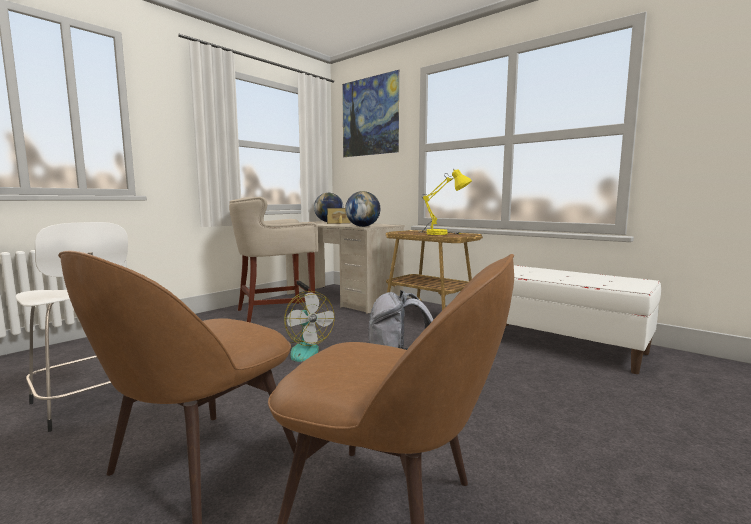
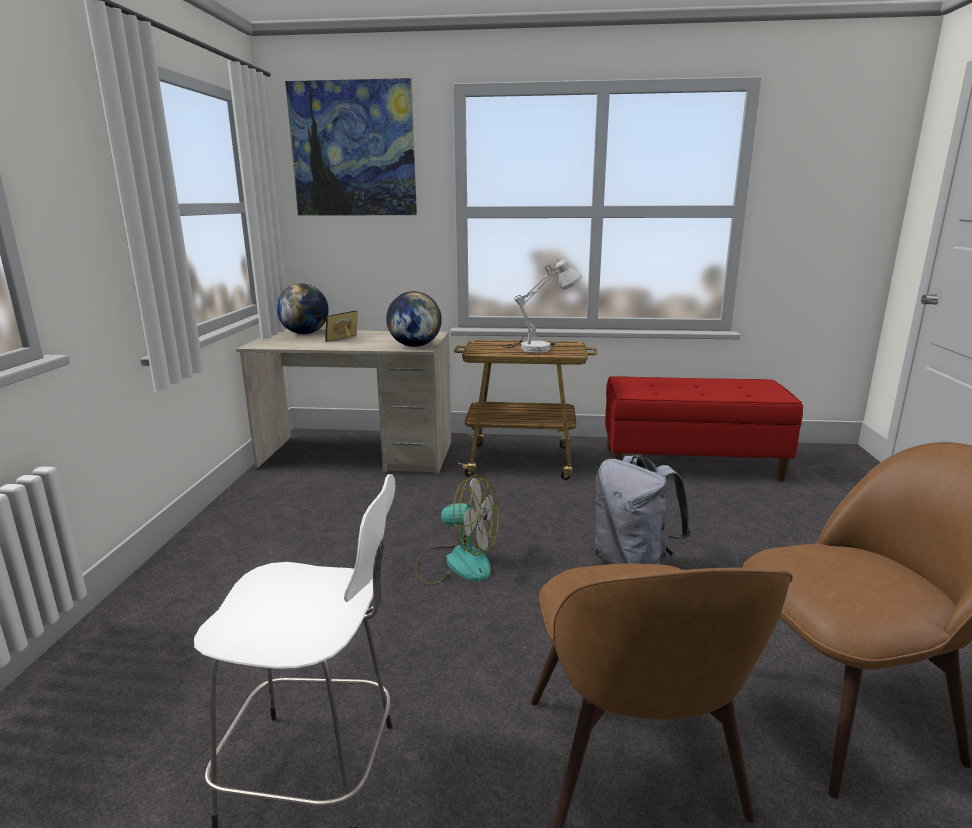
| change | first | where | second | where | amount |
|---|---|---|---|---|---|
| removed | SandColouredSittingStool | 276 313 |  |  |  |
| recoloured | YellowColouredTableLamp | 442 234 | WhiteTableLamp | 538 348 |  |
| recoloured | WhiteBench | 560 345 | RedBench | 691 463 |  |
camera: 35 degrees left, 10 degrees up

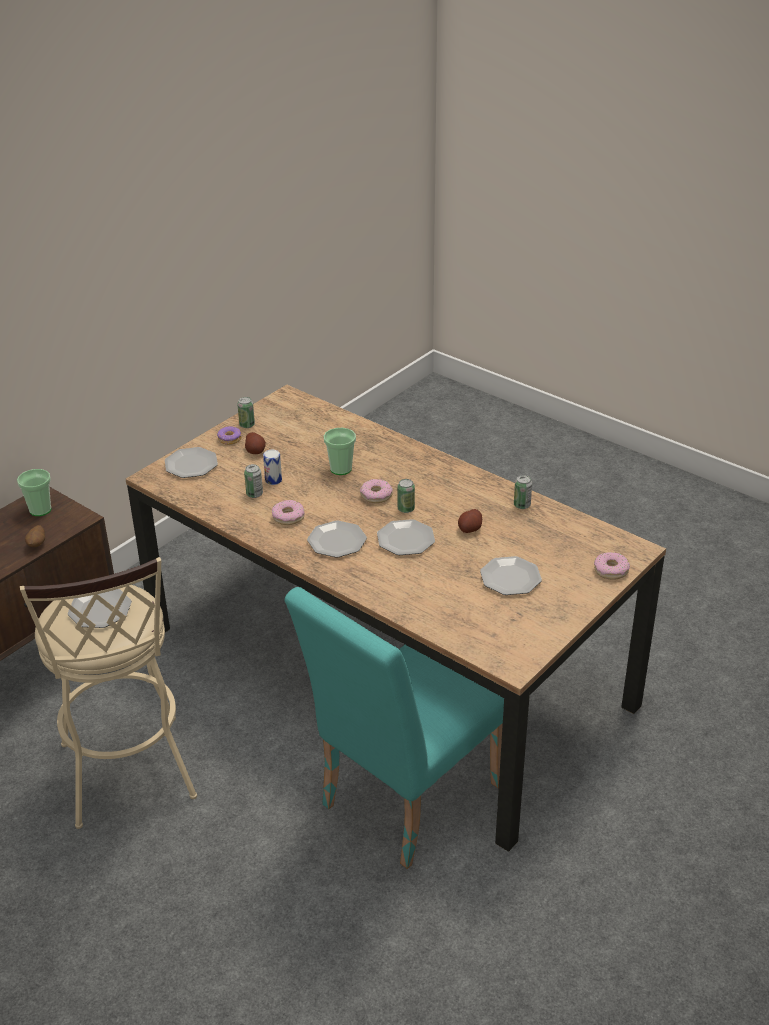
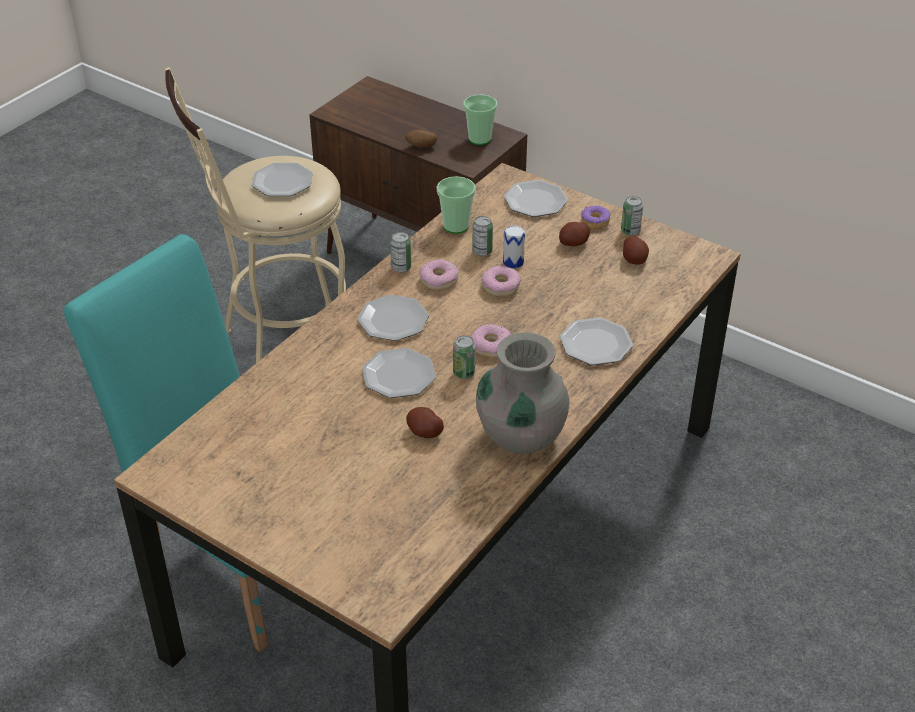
| change | first | where | second | where | amount |
|---|---|---|---|---|---|
| added |  |  | GreyFlowerVase | 521 435 |  |
| added |  |  | Potato | 634 259 |  |
| moved | SmallCup | 341 469 |  | 456 226 |  |
| moved | FlatDish | 511 577 |  | 596 344 |  |
| moved | MetalCan | 522 505 |  | 401 267 |  |
| moved | Donut | 611 570 |  | 500 286 |  |
camera: 85 degrees right, 5 degrees up

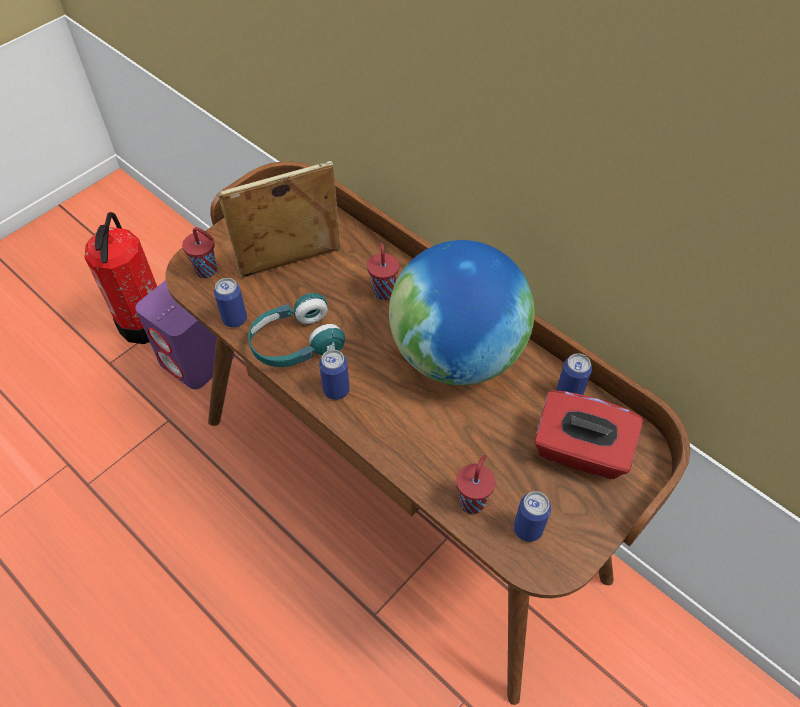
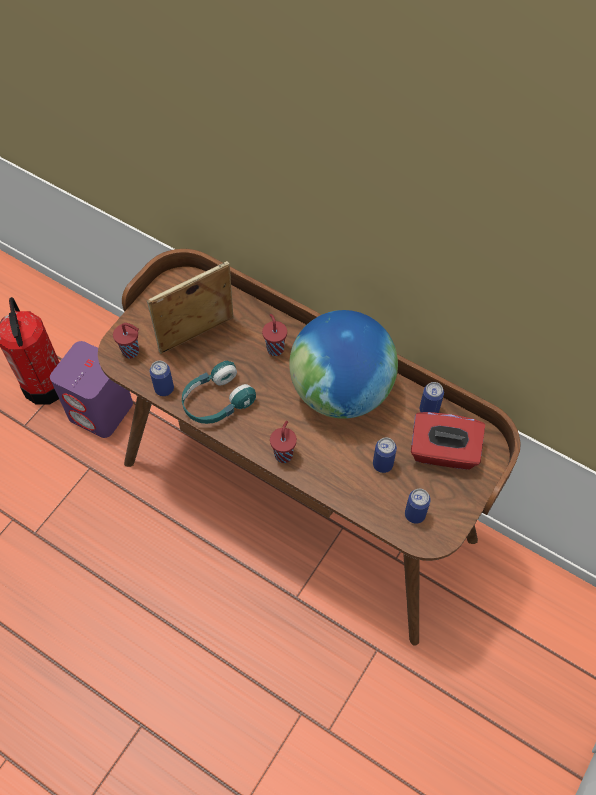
| change | first | where | second | where | amount |
|---|---|---|---|---|---|
| moved | MetalCan | 336 390 |  | 382 464 |  |
| moved | RedSmallCup | 472 501 |  | 284 454 |  |
camera: 10 degrees left, 5 degrees up

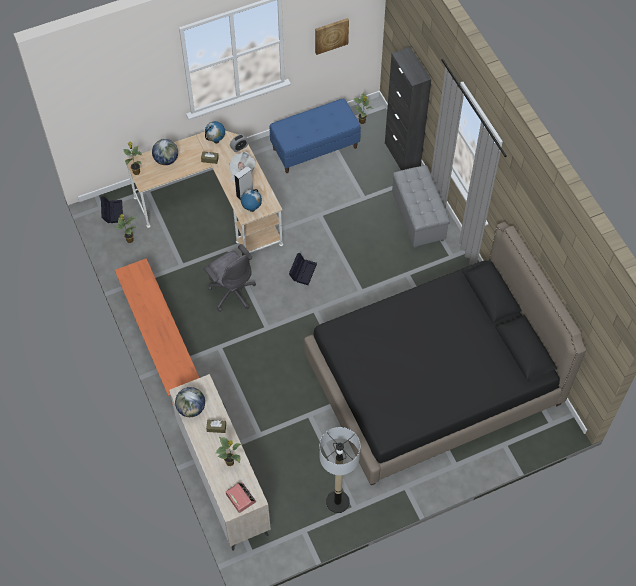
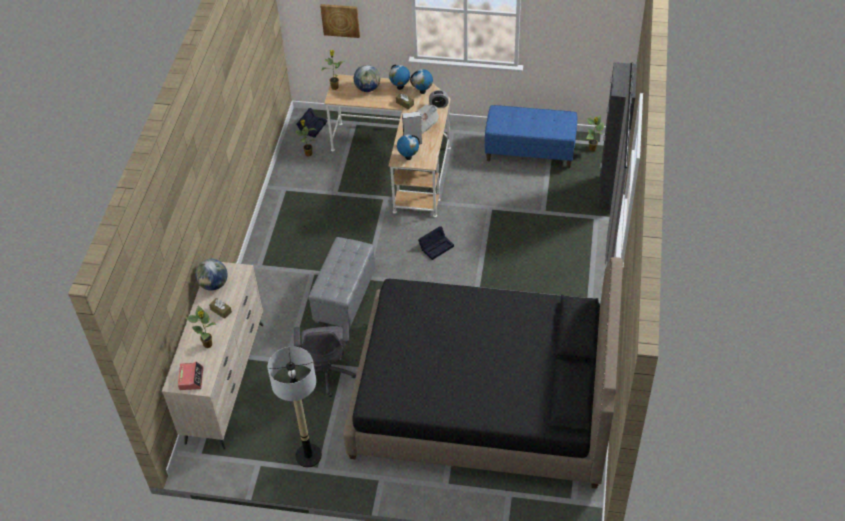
| change | first | where | second | where | amount |
|---|---|---|---|---|---|
| removed | OrangeBench | 161 343 |  |  |  |
| added |  |  | DeskGlobe | 400 87 |  |
| moved | GreyComputerChair | 232 292 |  | 327 373 |  |
| moved | WallArt | 331 35 |  | 340 20 |  |
| moved | GreyFootrest | 418 217 |  | 345 297 |  |
camera: 35 degrees right, 10 degrees down

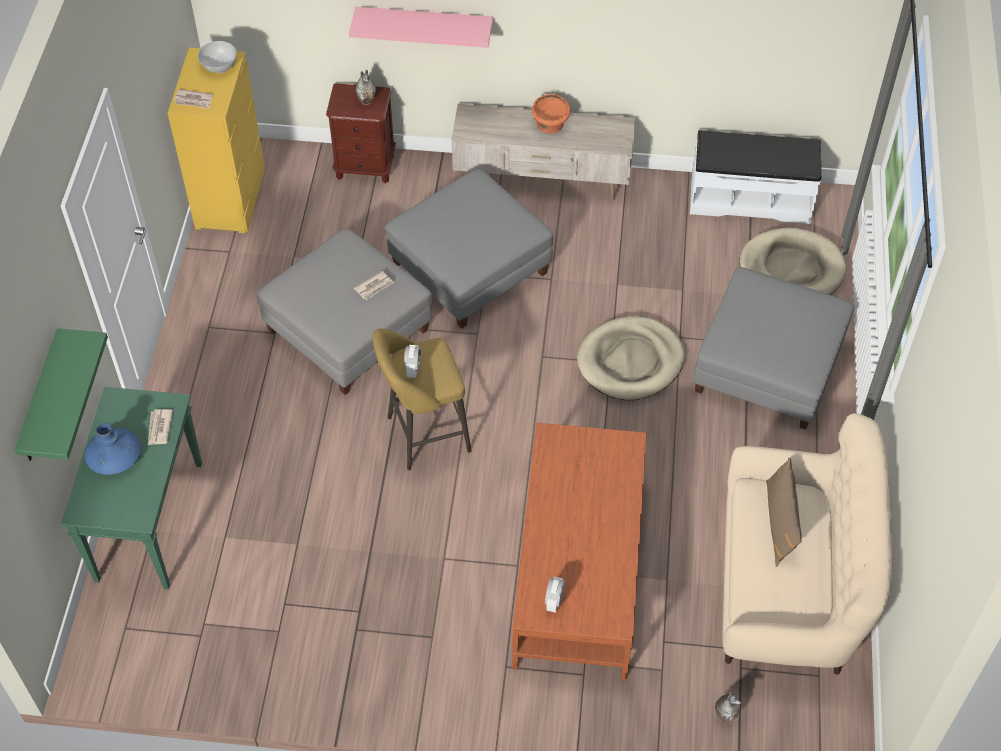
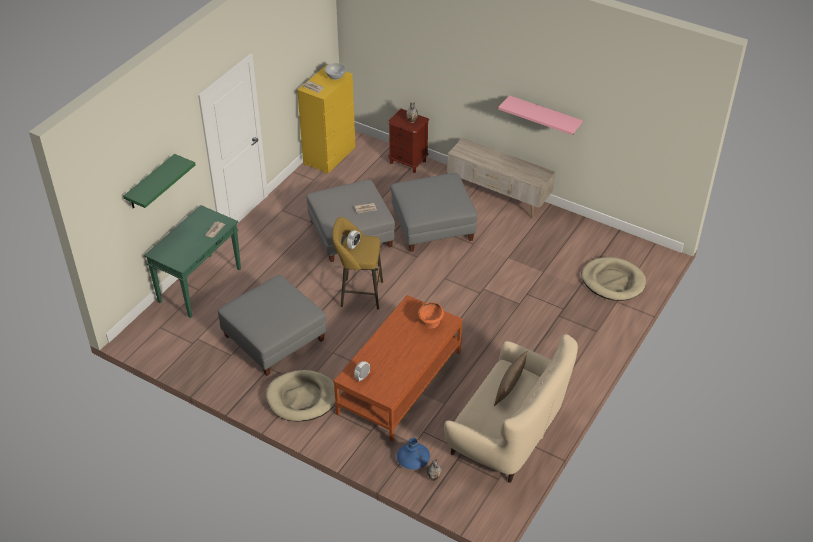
| change | first | where | second | where | amount |
|---|---|---|---|---|---|
| removed | WhiteBench | 750 199 |  |  |  |
| moved | BluishFlowerVase | 115 457 |  | 413 459 |  |
| moved | PinkishWallShelf | 424 24 |  | 544 115 |  |
| moved | OrangeBowl | 550 125 |  | 430 323 |  |
| moved | SandColouredDogCushion | 630 361 |  | 302 398 |  |
| moved | GreyFootrest | 768 368 |  | 274 338 |  |
camera: 25 degrees right, 10 degrees down

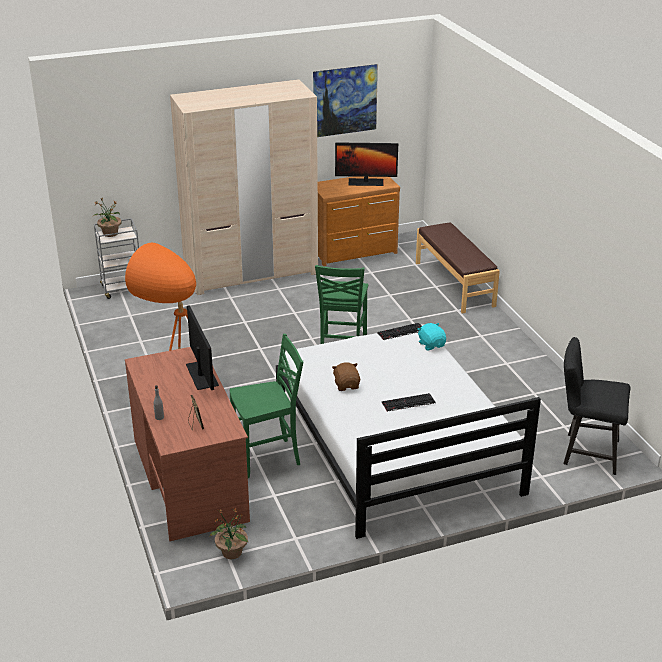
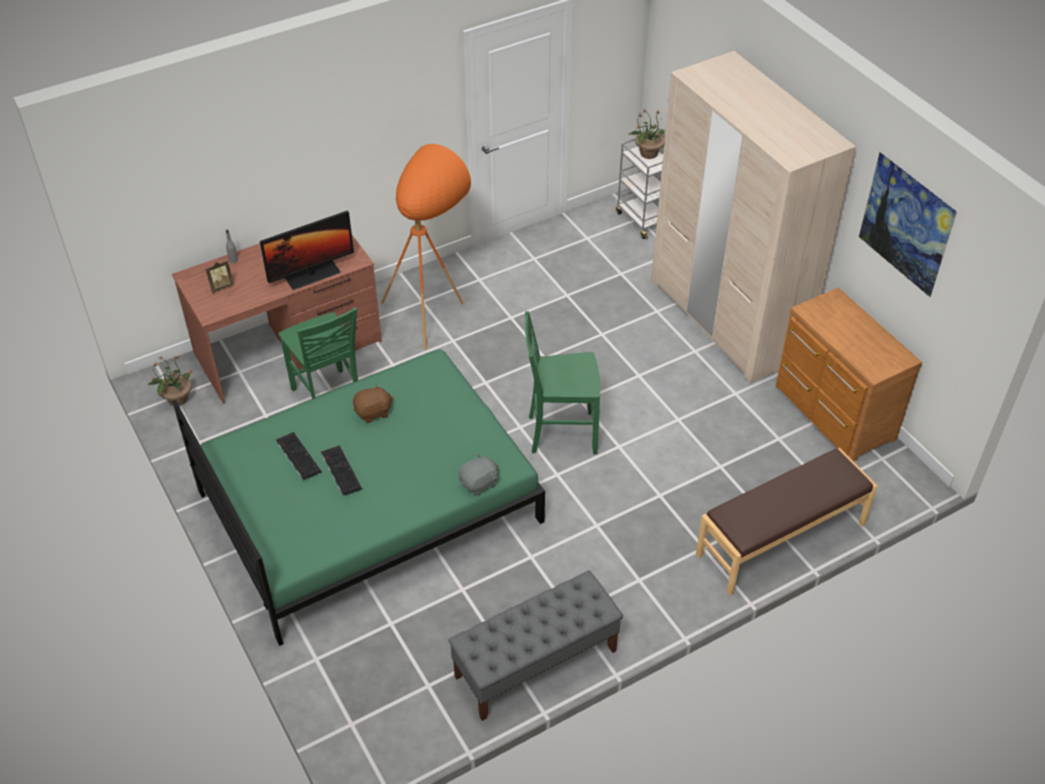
| change | first | where | second | where | amount |
|---|---|---|---|---|---|
| removed | ComputerScreen | 366 182 |  |  |  |
| removed | BlackChair | 586 452 |  |  |  |
| added |  |  | GreyBench | 535 664 |  |
| moved | ComputerKeyboard | 401 332 |  | 297 456 |  |
| recoloured | WhiteBedroomBed | 394 443 | GreenishBedroomBed | 368 506 |  |
| recoloured | TurquoiseColouredSoftToy | 431 345 | GreySoftToy | 479 483 |  |
camera: 80 degrees right, 15 degrees up

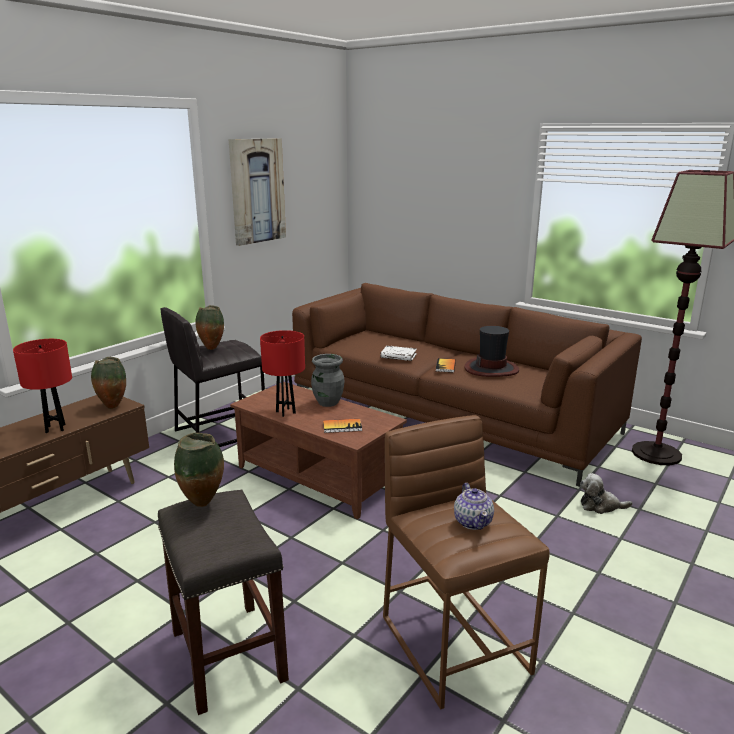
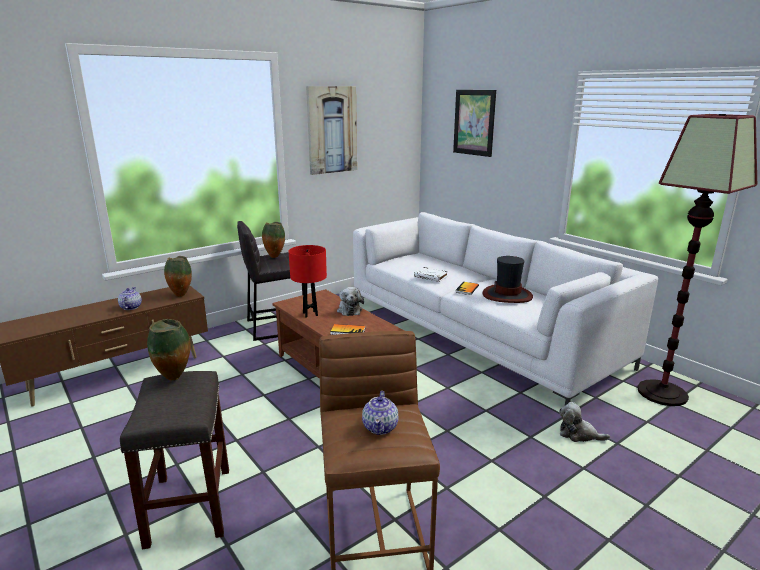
| change | first | where | second | where | amount |
|---|---|---|---|---|---|
| added |  |  | WallArt | 474 122 |  |
| replaced | RedTableLamp | 55 428 | Teapot | 130 307 |  |
| replaced | GreyFlowerVase | 328 402 | SoftToy | 349 310 |  |
| recoloured | BrownSettee | 450 414 | WhiteSettee | 478 332 |  |
camera: 15 degrees right, 0 degrees up

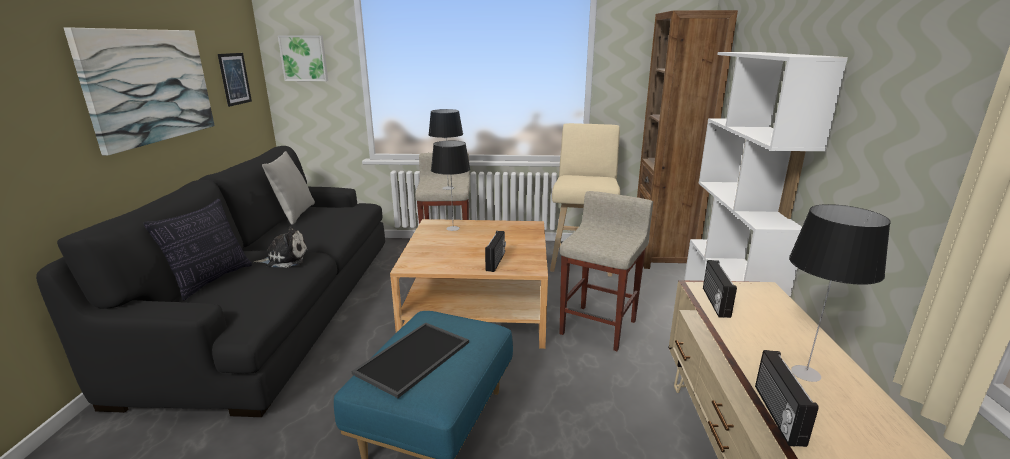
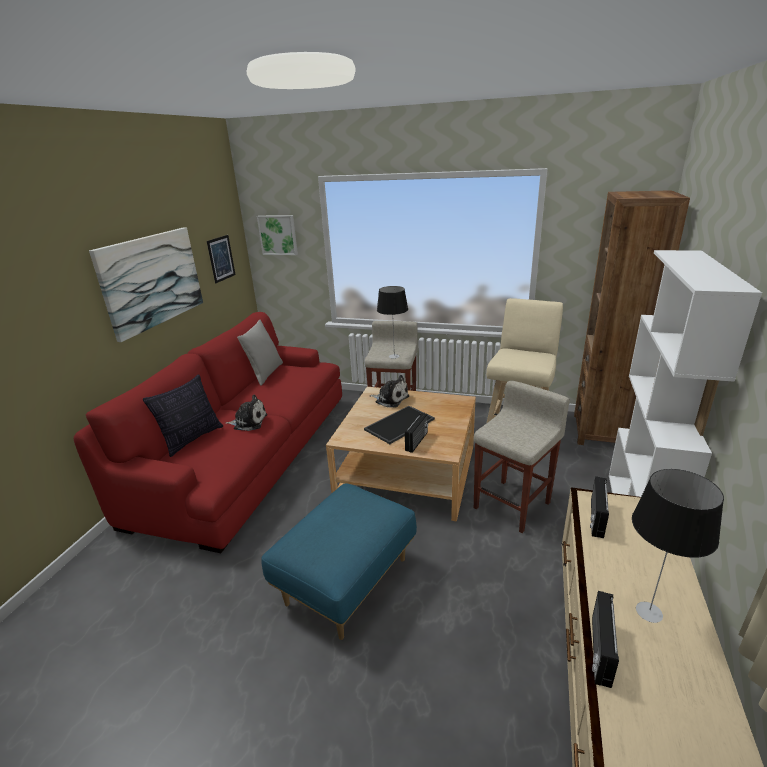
| change | first | where | second | where | amount |
|---|---|---|---|---|---|
| moved | Tray | 413 359 |  | 400 425 |  |
| replaced | TableLamp | 452 228 | SoftToy | 390 399 |  |
| recoloured | BlackSettee | 279 307 | RedSettee | 249 453 |  |
camera: 15 degrees right, 5 degrees up

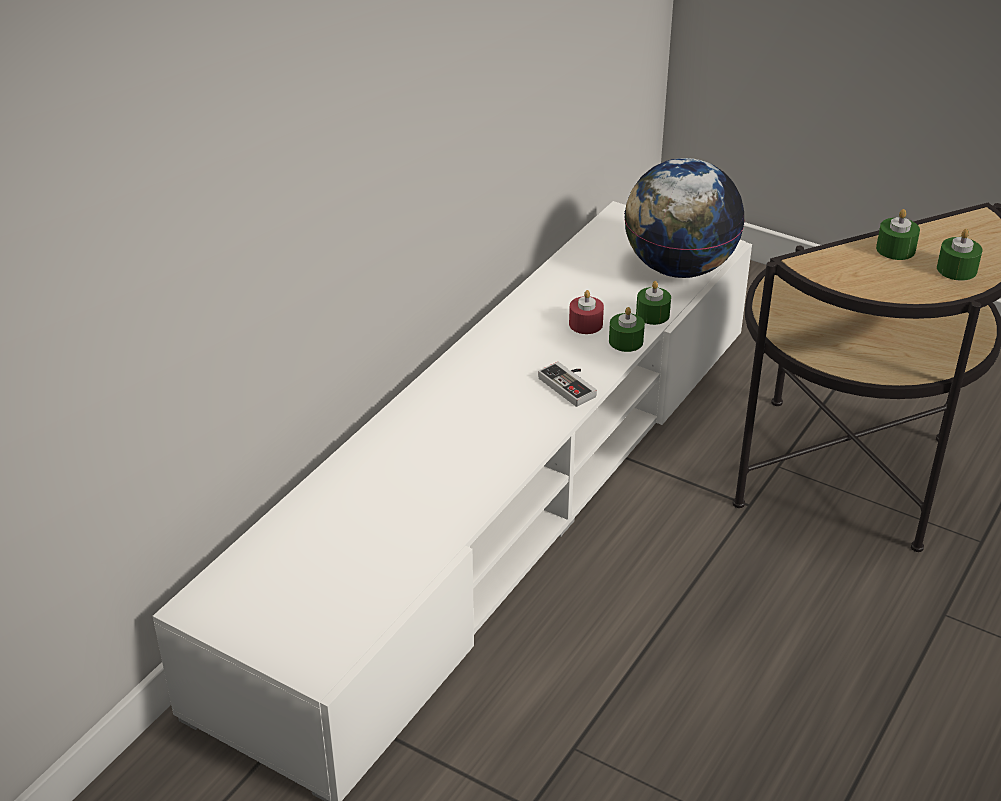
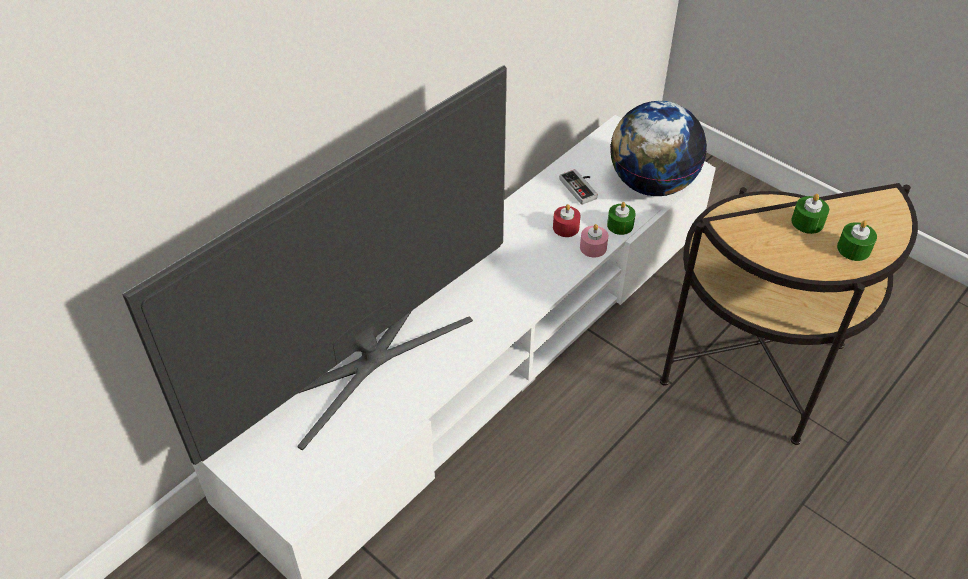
| change | first | where | second | where | amount |
|---|---|---|---|---|---|
| added |  |  | Television | 367 360 |  |
| moved | Joypad | 572 385 |  | 582 187 |  |
| recoloured | GreenishWaxCandle | 626 341 | PinkishWaxCandle | 593 247 |  |
camera: 10 degrees right, 10 degrees up

